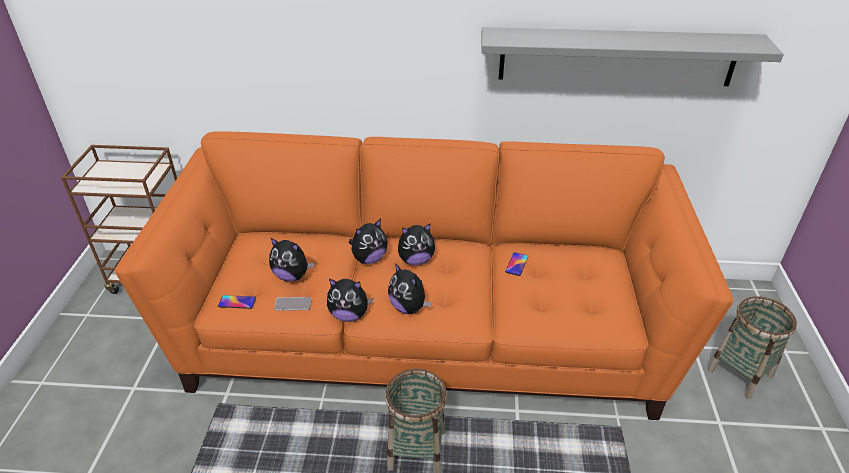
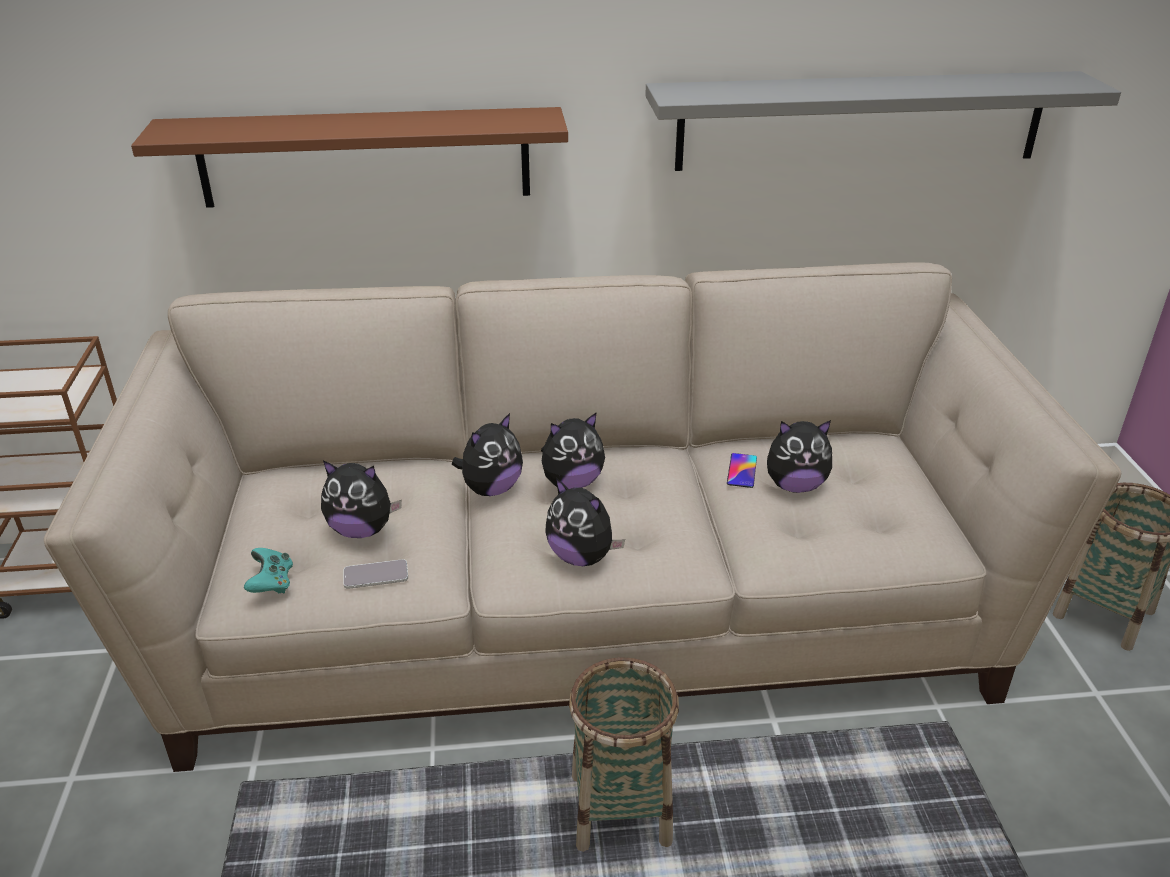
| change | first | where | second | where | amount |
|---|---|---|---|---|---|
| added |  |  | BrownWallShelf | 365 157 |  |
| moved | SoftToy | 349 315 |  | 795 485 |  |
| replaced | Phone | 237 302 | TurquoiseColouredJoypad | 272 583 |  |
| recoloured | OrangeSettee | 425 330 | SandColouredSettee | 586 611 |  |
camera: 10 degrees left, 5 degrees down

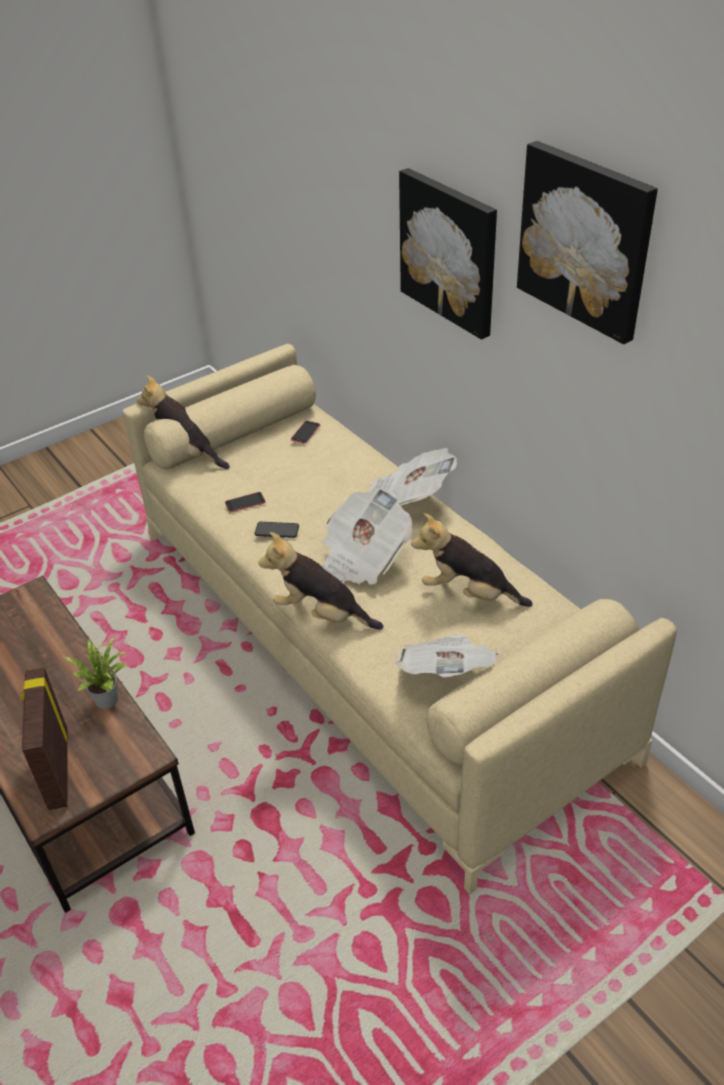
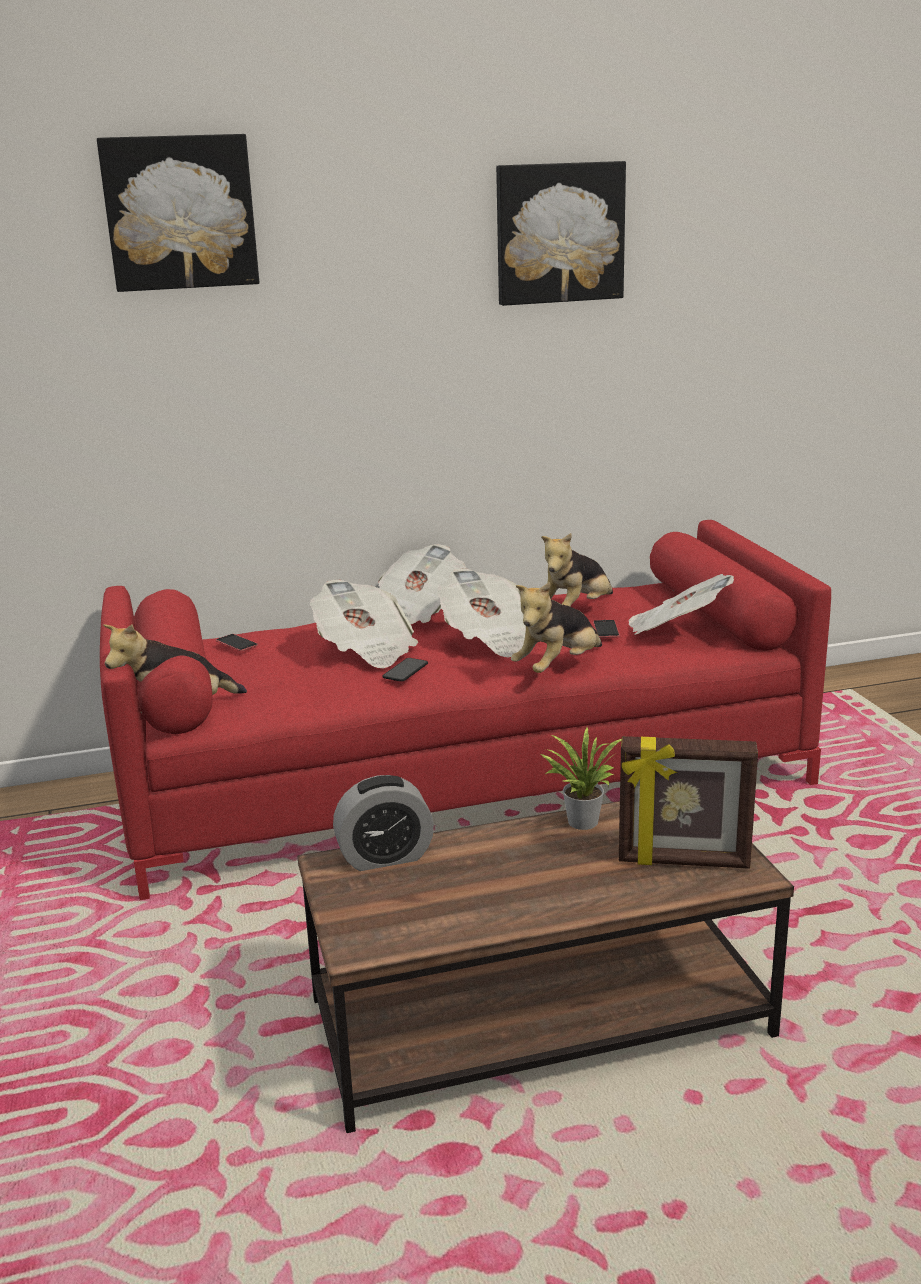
| change | first | where | second | where | amount |
|---|---|---|---|---|---|
| added |  |  | DailyPaper | 366 650 |  |
| added |  |  | TableClock | 385 857 |  |
| moved | Phone | 245 502 |  | 606 629 |  |
| moved | WallArt | 450 251 |  | 180 213 |  |
| recoloured | SandColouredSettee | 367 636 | RedSettee | 466 779 |  |
camera: 70 degrees left, 20 degrees down

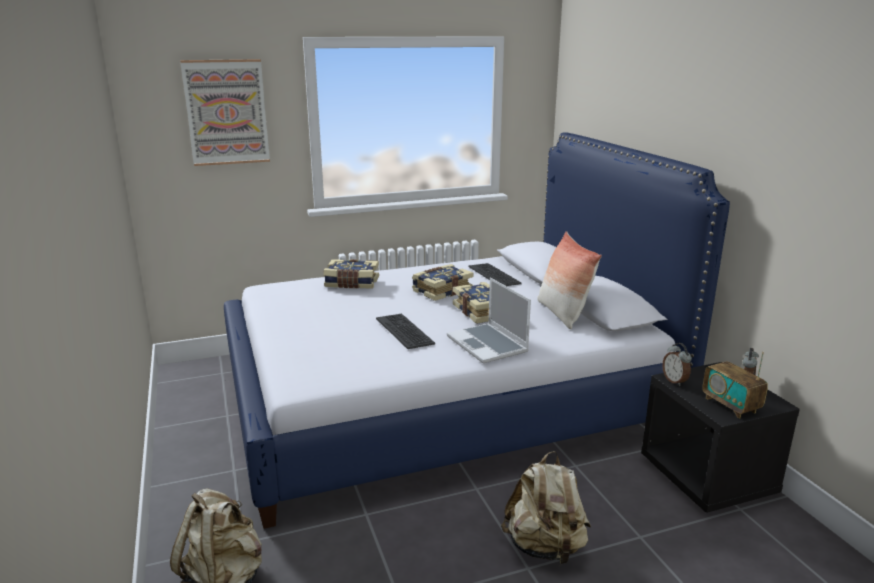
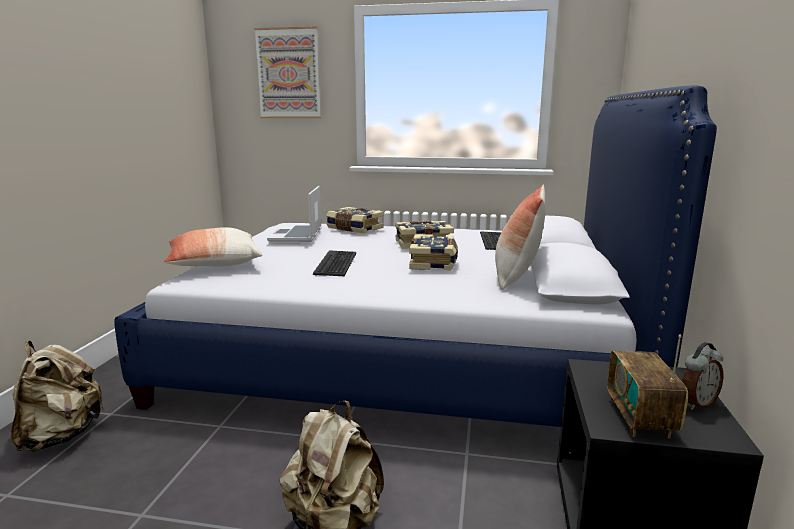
| change | first | where | second | where | amount |
|---|---|---|---|---|---|
| removed | TableClock | 675 381 |  |  |  |
| added |  |  | ThrowPillow | 214 264 |  |
| moved | Laptop | 488 345 |  | 297 235 |  |
camera: 30 degrees right, 5 degrees down

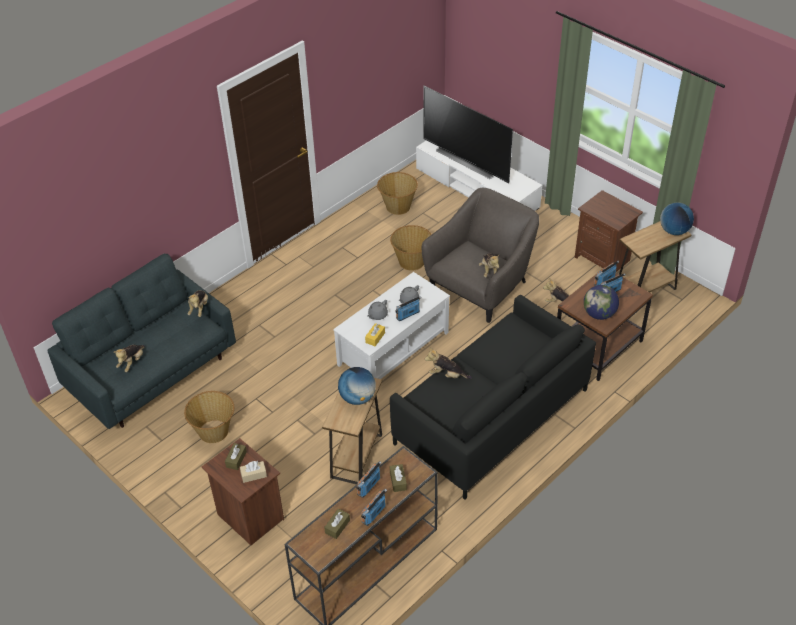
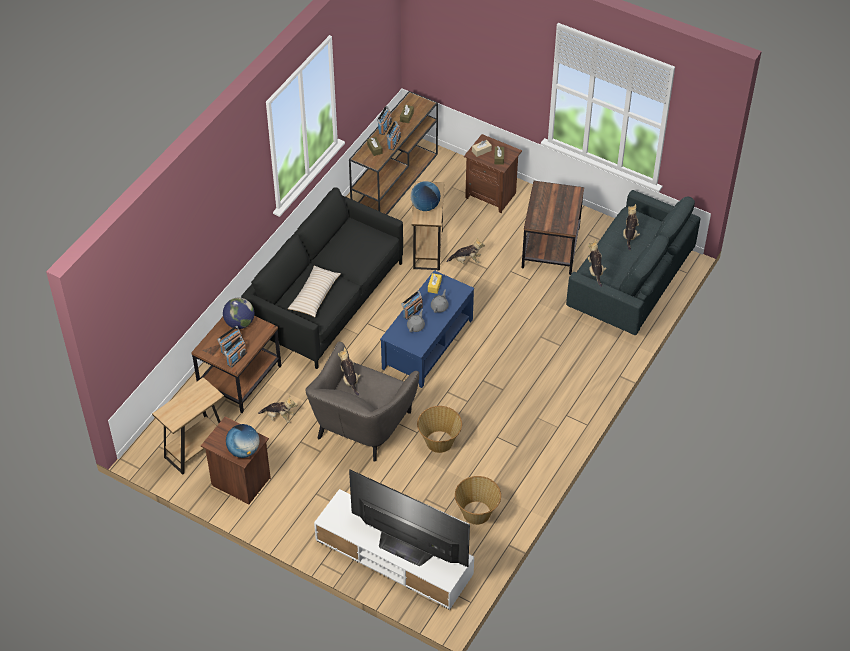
| change | first | where | second | where | amount |
|---|---|---|---|---|---|
| added |  |  | SandColouredThrowPillow | 314 295 |  |
| moved | SoftToy | 447 375 |  | 466 261 |  |
| moved | DeskGlobe | 674 231 |  | 244 450 |  |
| replaced | StorageBasket | 214 431 | BrownSideTable | 550 248 |  |
| recoloured | WhiteCoffeeTable | 393 349 | BluishCoffeeTable | 427 344 |  |
camera: 165 degrees right, 5 degrees up

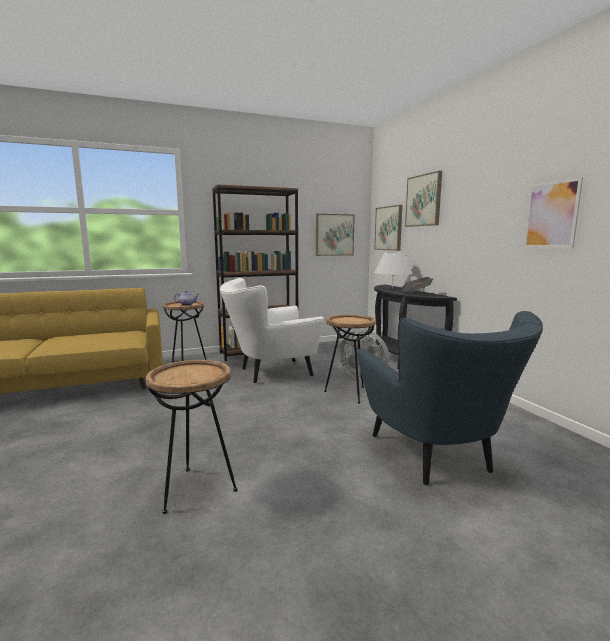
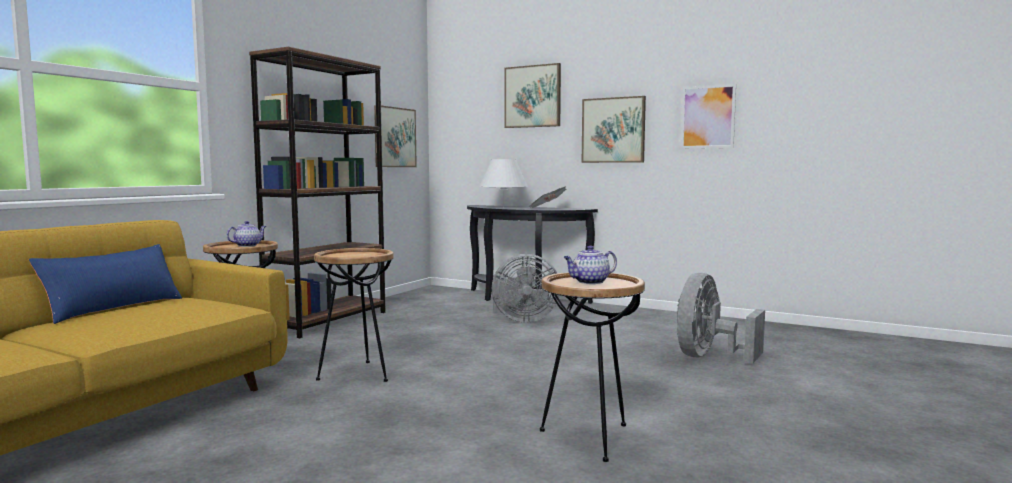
| change | first | where | second | where | amount |
|---|---|---|---|---|---|
| removed | WhiteLoungeChair | 270 373 |  |  |  |
| added |  |  | BluishThrowPillow | 114 308 |  |
| added |  |  | Teapot | 589 282 |  |
| moved | BrownSideTable | 349 393 |  | 357 374 |  |
| moved | WallArt | 389 228 |  | 613 130 |  |
| replaced | BluishLoungeChair | 435 457 | GreyElectricFan | 709 357 |  |
camera: 40 degrees left, 5 degrees down

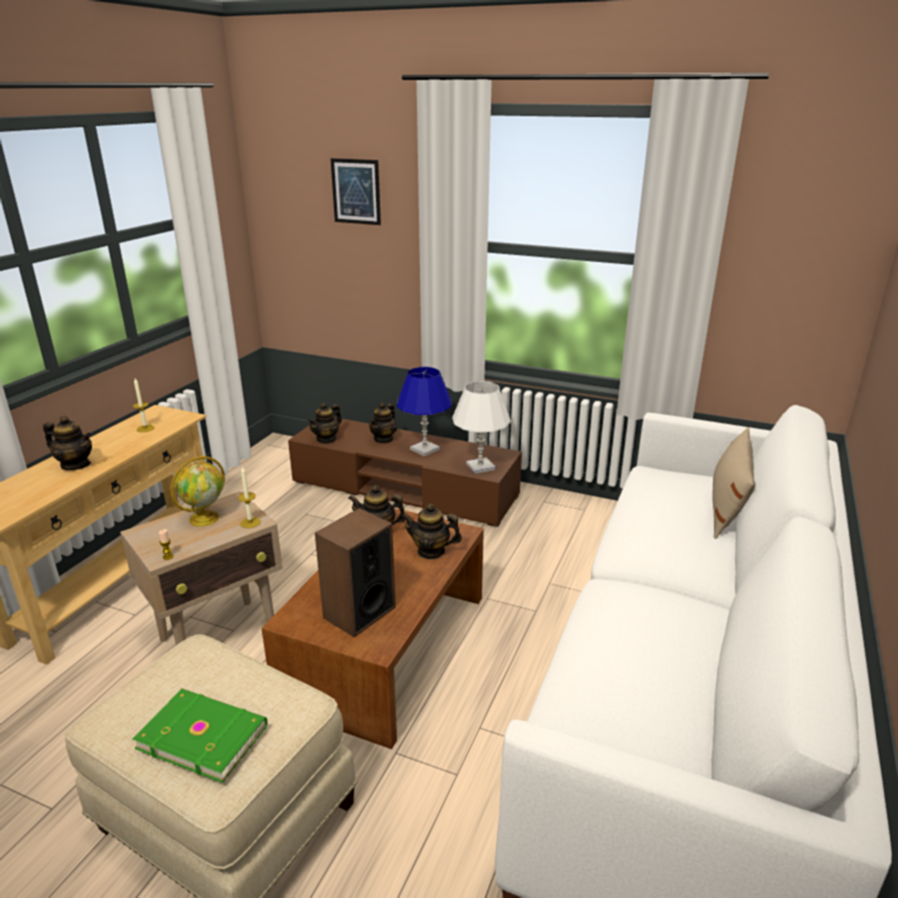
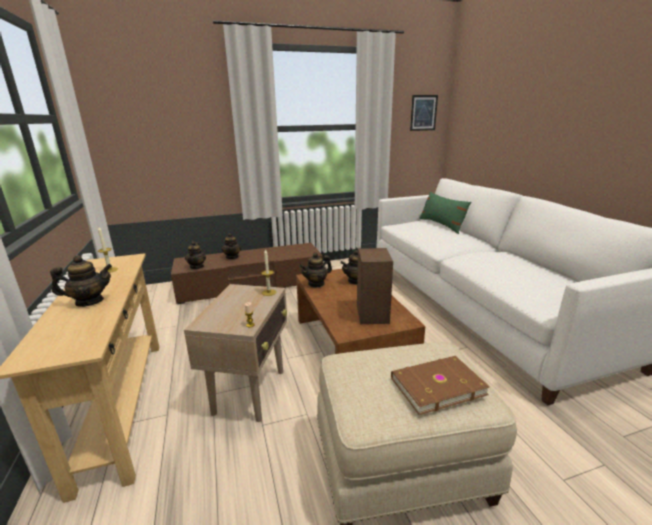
| change | first | where | second | where | amount |
|---|---|---|---|---|---|
| removed | DeskGlobe | 205 518 |  |  |  |
| removed | BluishTableLamp | 425 449 |  |  |  |
| removed | WhiteTableLamp | 480 467 |  |  |  |
| moved | WallArt | 356 191 |  | 423 113 |  |
| recoloured | GreenishVolume | 203 735 | BrownVolume | 436 385 |  |
| recoloured | SandColouredThrowPillow | 727 506 | GreenishThrowPillow | 441 225 |  |
camera: 40 degrees left, 5 degrees down

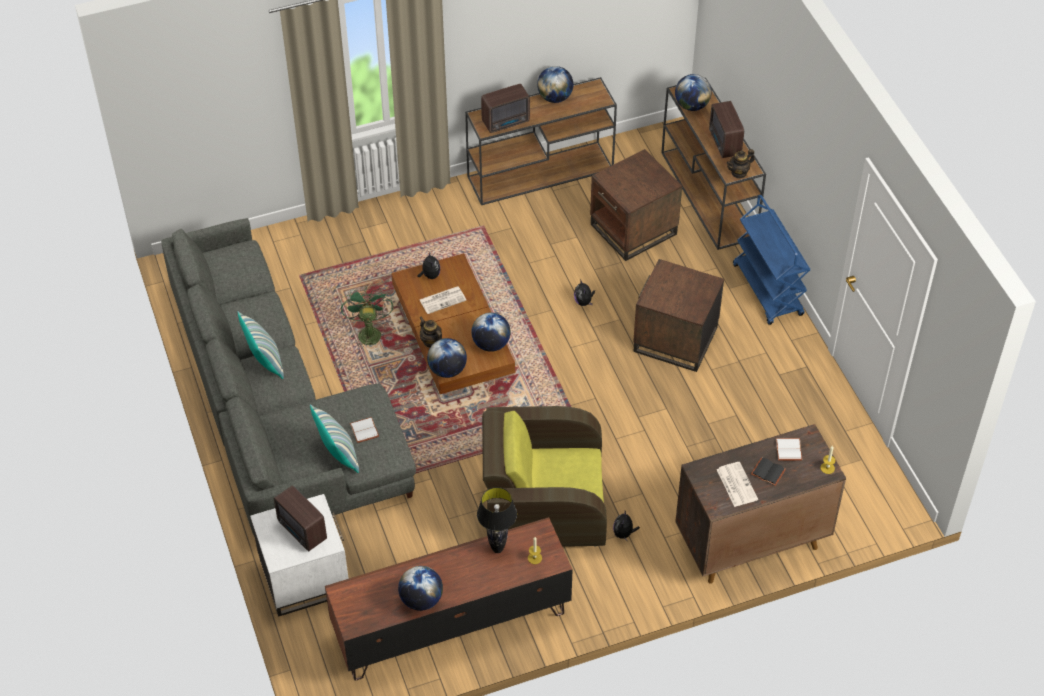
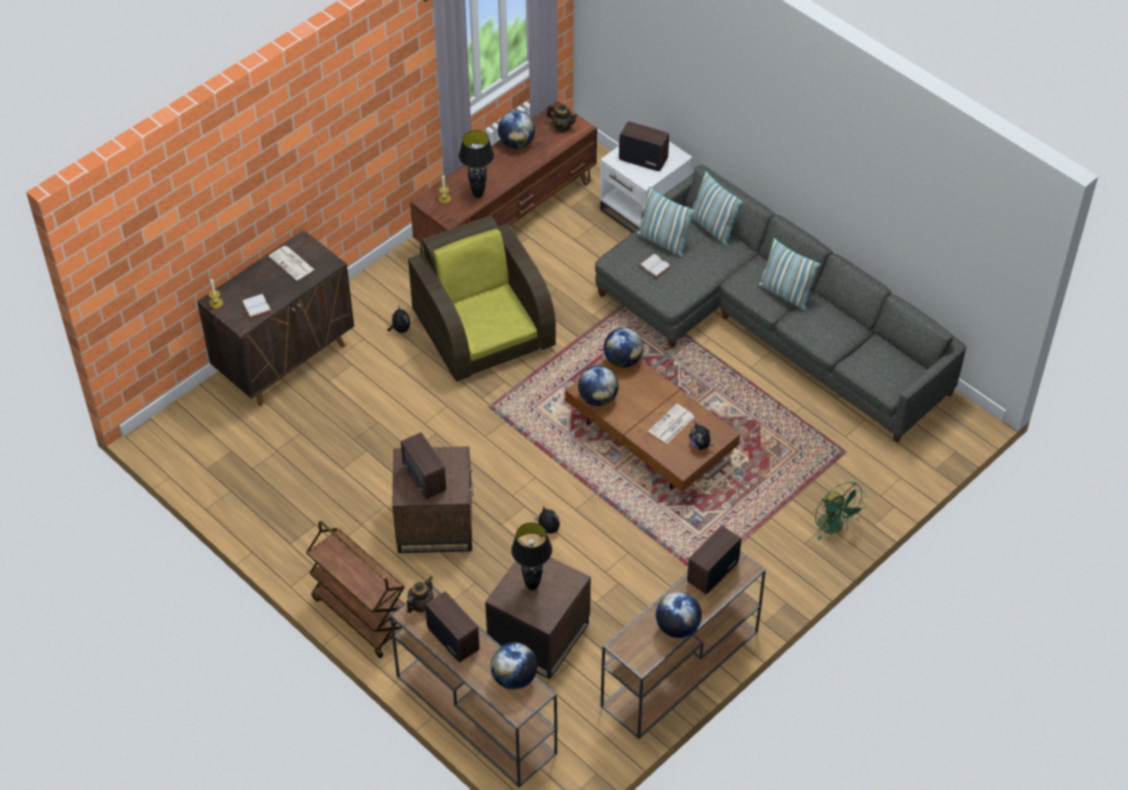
| change | first | where | second | where | amount |
|---|---|---|---|---|---|
| removed | BlackVolume | 767 472 |  |  |  |
| added |  |  | Radio | 424 480 |  |
| added |  |  | BlackTableLamp | 532 586 |  |
| added |  |  | ThrowPillow | 712 227 |  |
| moved | GreenishElectricFan | 368 332 |  | 835 527 |  |
| moved | Teapot | 431 341 |  | 562 126 |  |
| recoloured | BluishWheeledCart | 768 290 | BrownWheeledCart | 360 615 |  |
| turned | BrownLoungeChair | 543 502 |  | 483 329 | 90 degrees counterclockwise |
camera: 155 degrees right, 0 degrees up

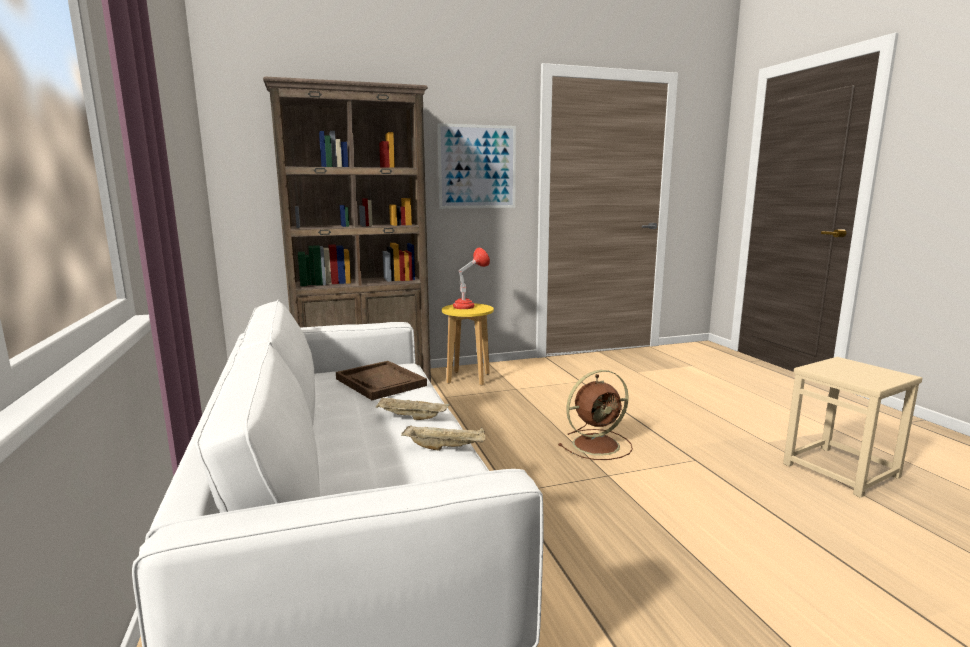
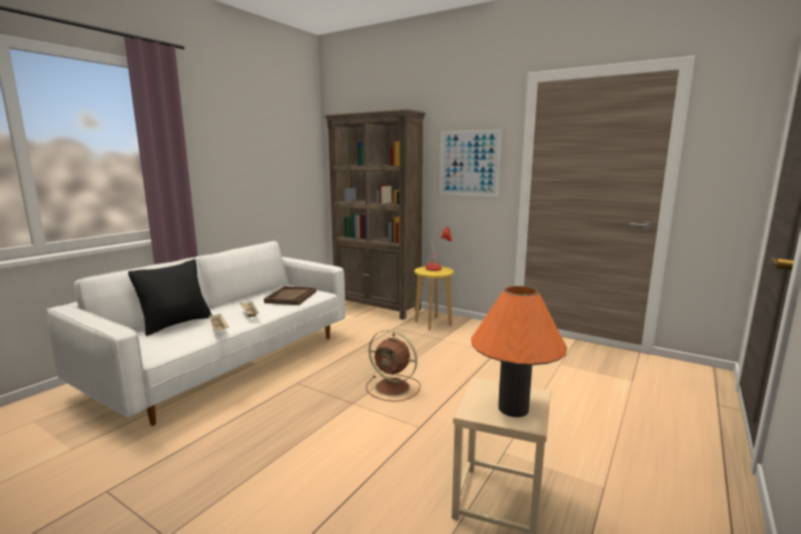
| change | first | where | second | where | amount |
|---|---|---|---|---|---|
| added |  |  | BlackThrowPillow | 176 324 |  |
| added |  |  | OrangeTableLamp | 513 408 |  |
camera: 50 degrees right, 0 degrees up

